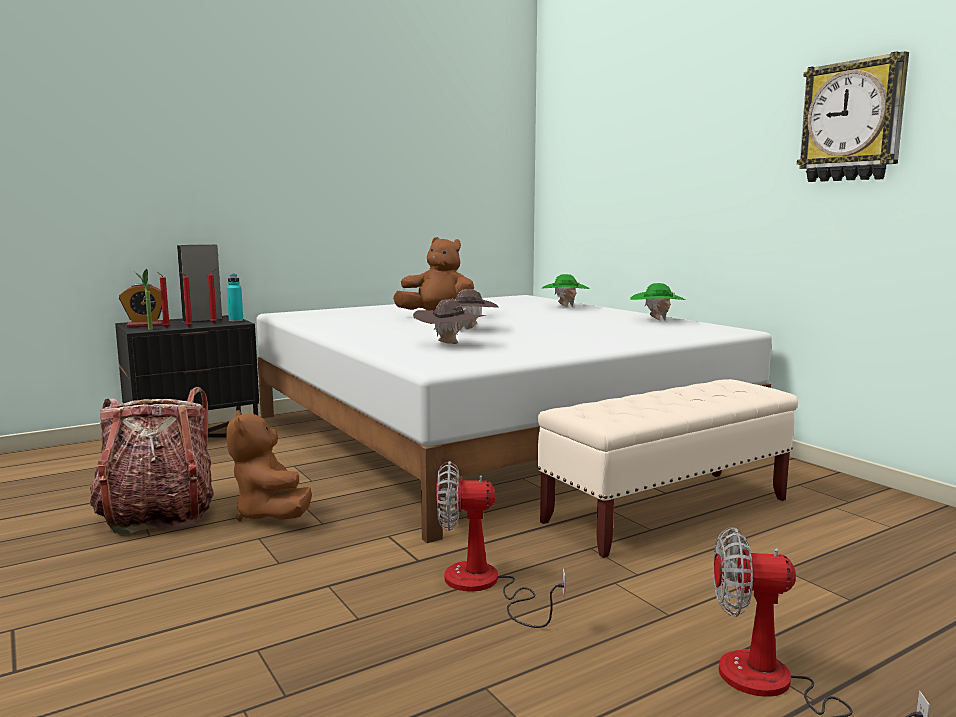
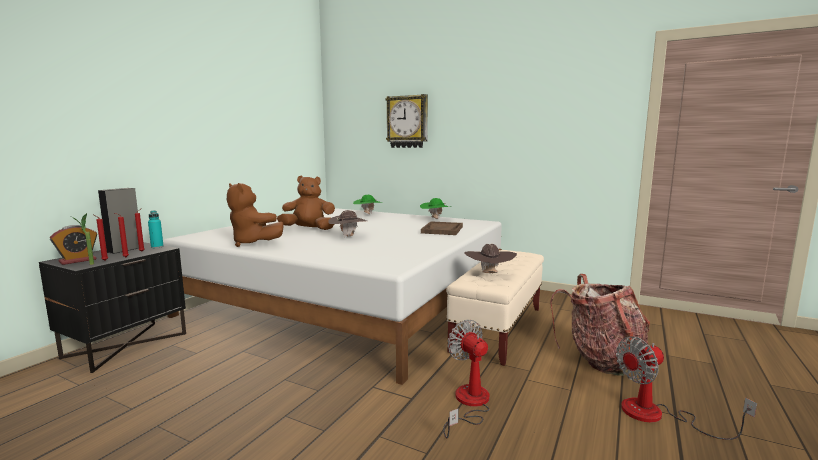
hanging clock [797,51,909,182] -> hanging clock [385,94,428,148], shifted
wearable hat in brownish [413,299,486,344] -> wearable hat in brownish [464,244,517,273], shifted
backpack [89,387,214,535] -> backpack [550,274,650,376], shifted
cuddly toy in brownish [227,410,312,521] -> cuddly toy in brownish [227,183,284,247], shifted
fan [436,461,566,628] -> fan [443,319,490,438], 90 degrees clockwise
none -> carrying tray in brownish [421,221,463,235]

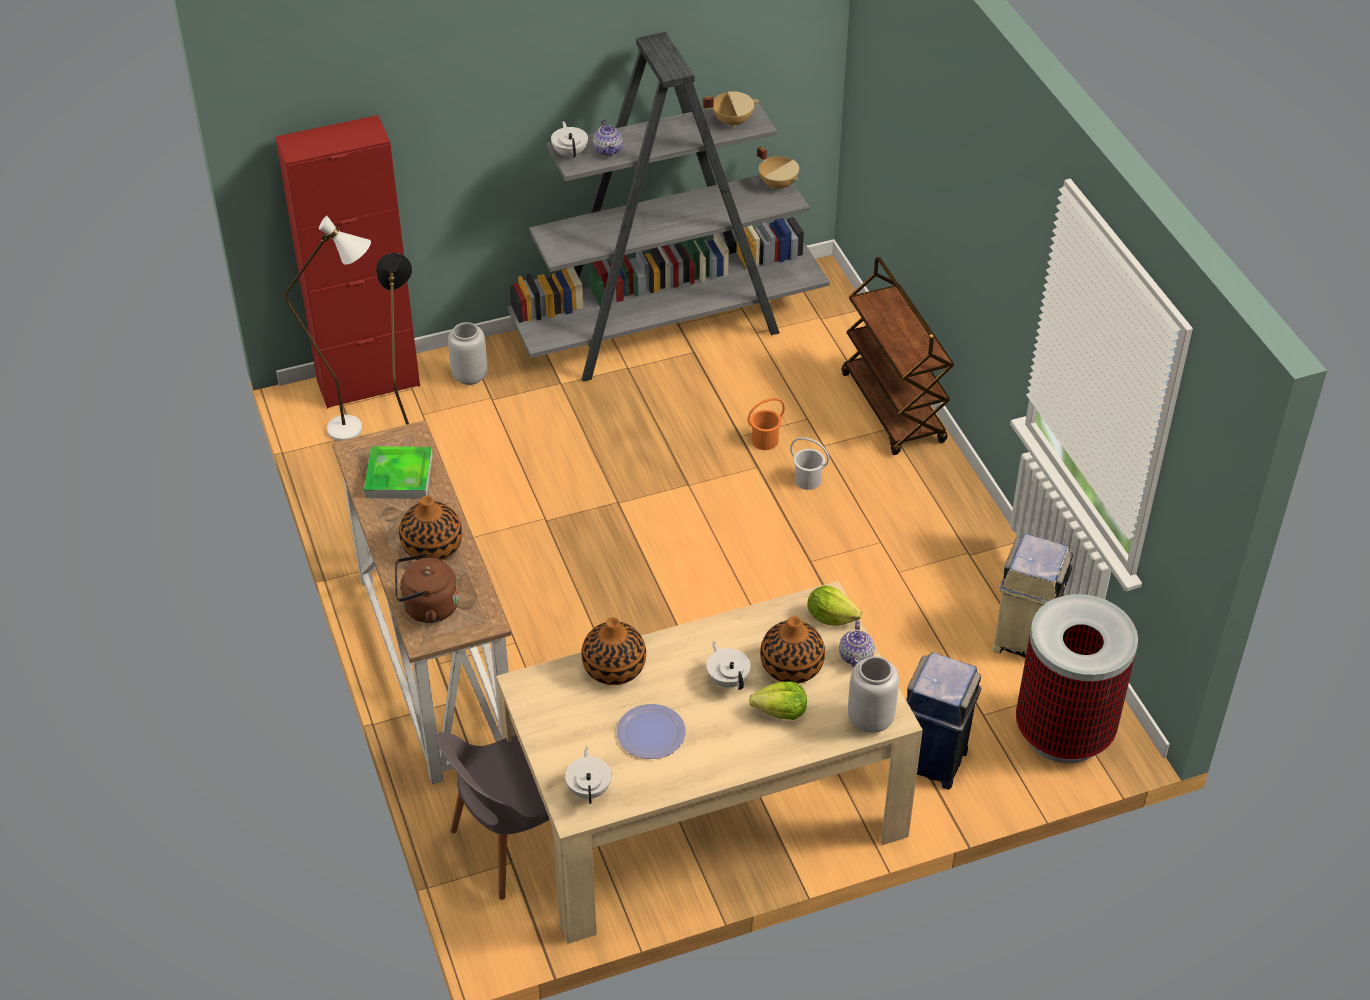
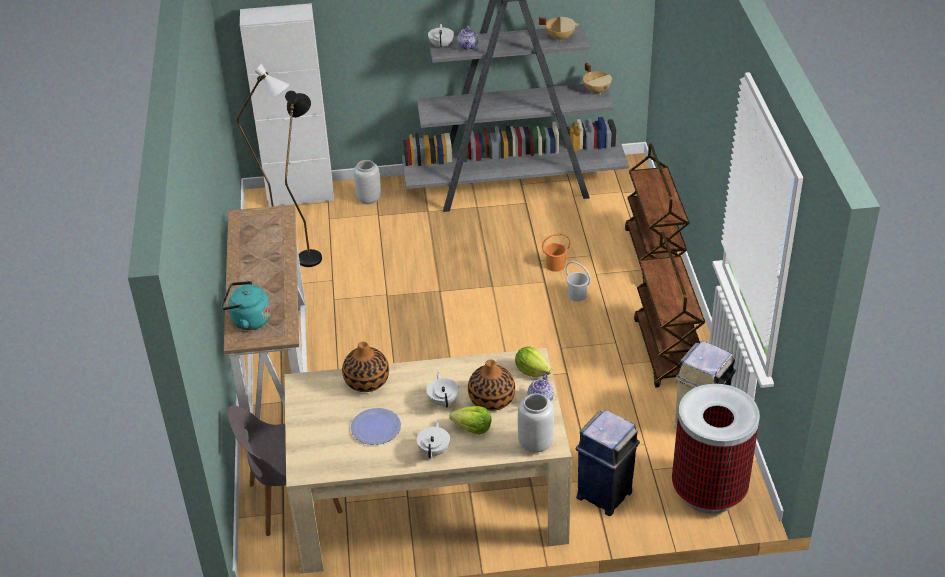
storage cabinet in red-coloured [275,115,420,409] -> storage cabinet in whitish [240,3,334,207]
carrying tray [364,446,433,499] -> none
flower vase [399,496,462,560] -> none
tea kettle in brownish [395,553,459,623] -> tea kettle in blue-green [221,281,271,330]
pot for tea in whitish [565,746,612,804] -> pot for tea in whitish [417,420,450,459], shifted
none -> wheeled cart in brownish [634,232,705,388]

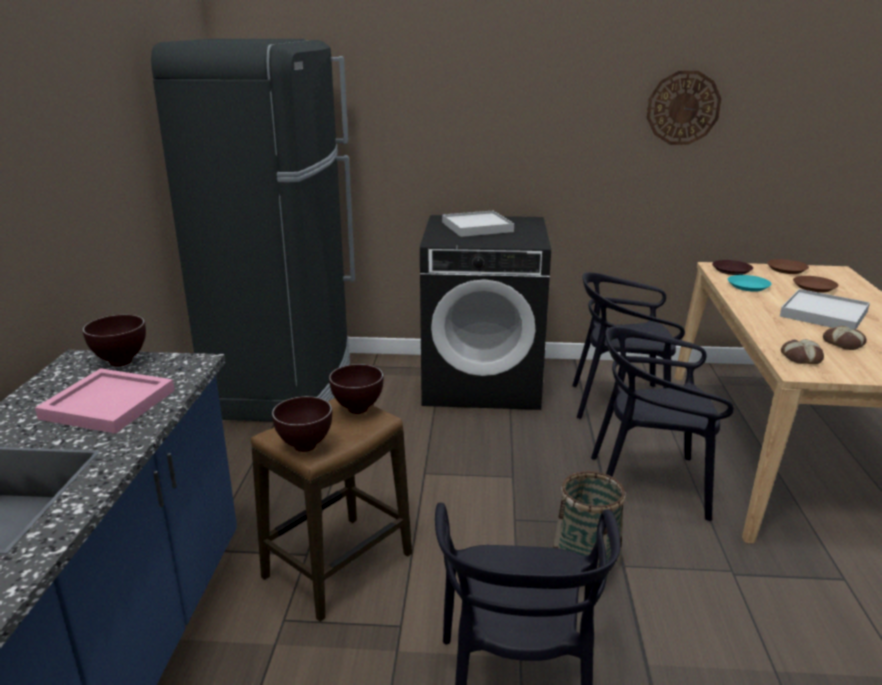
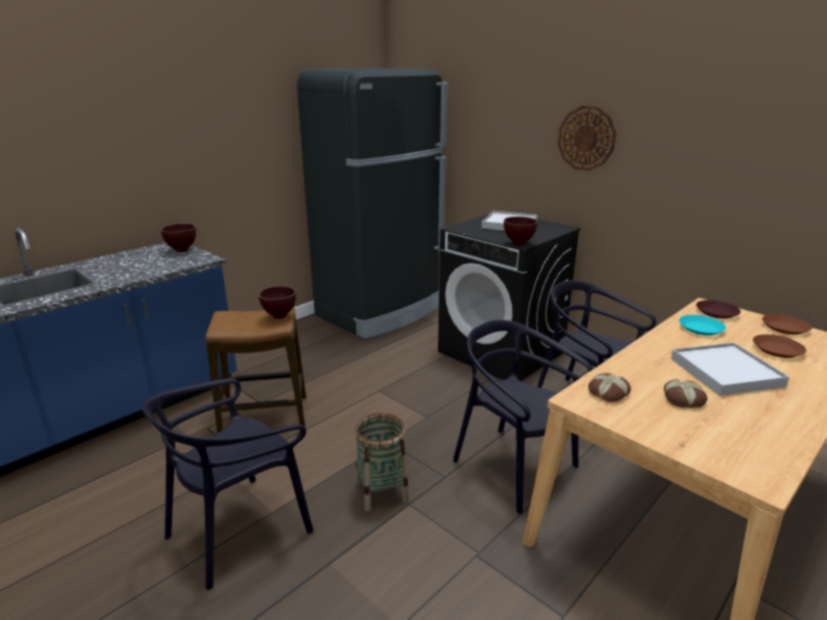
hanging clock [647,71,721,145] -> hanging clock [558,106,616,171], shifted
carrying tray in pink [35,368,175,434] -> none
deep dish in brownish [272,396,332,452] -> deep dish in brownish [504,216,538,245], shifted

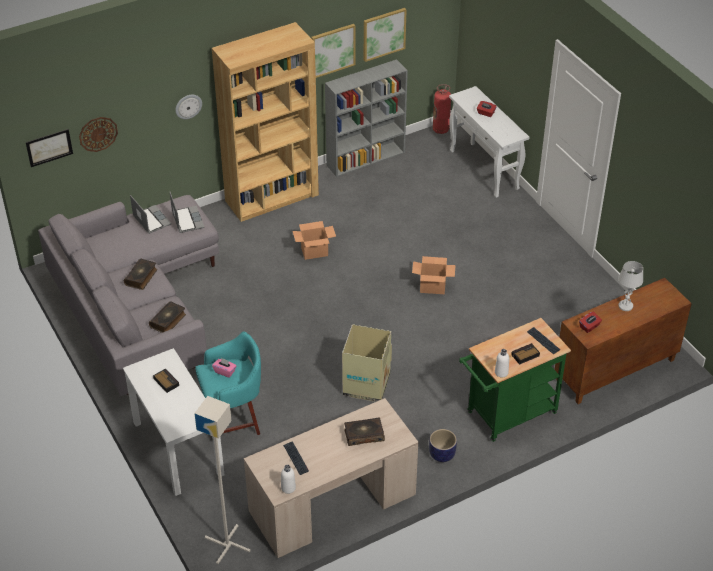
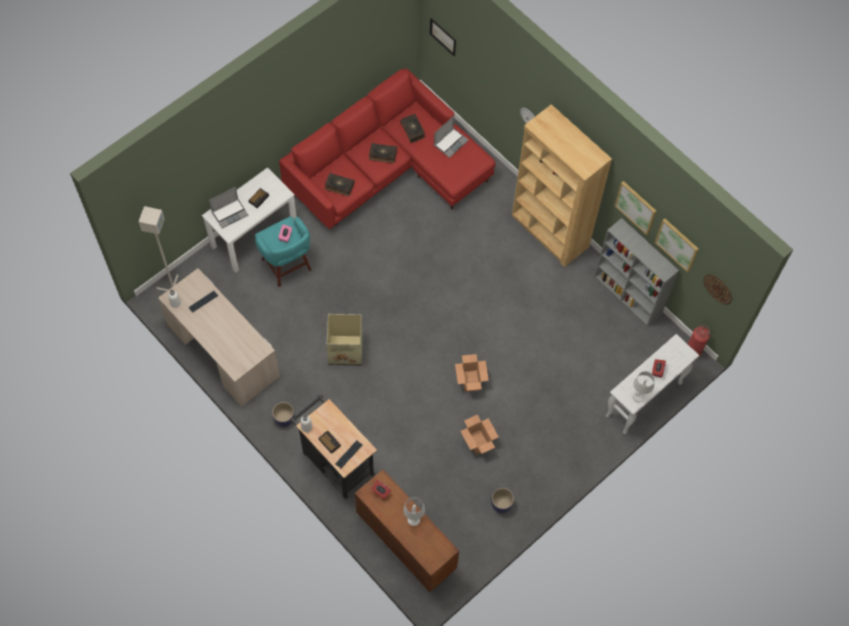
hanging clock [79,117,118,152] -> hanging clock [703,274,732,305], shifted
laptop [170,192,205,233] -> laptop [209,187,248,228], shifted
sofa in gray [38,195,219,396] -> sofa in red-coloured [279,68,495,229]
cardboard box [292,221,336,260] -> cardboard box [461,415,499,455], shifted
wheeled cart in greenish [459,318,571,442] -> wheeled cart in black [290,395,377,499]
bound book [344,417,385,446] -> bound book [400,114,425,143], shifted
none -> lamp for a table in whitish [633,371,654,402]
none -> flower pot [491,488,514,513]

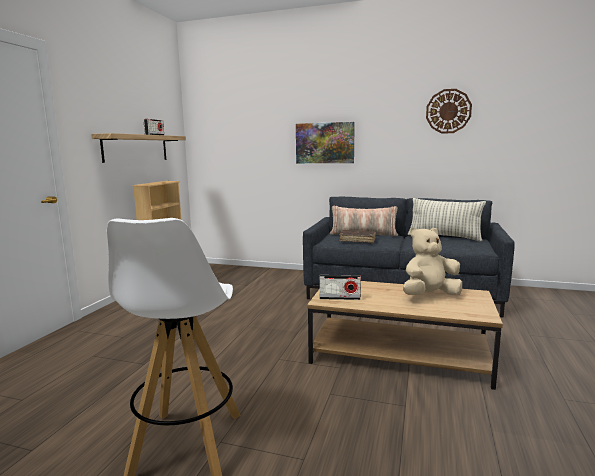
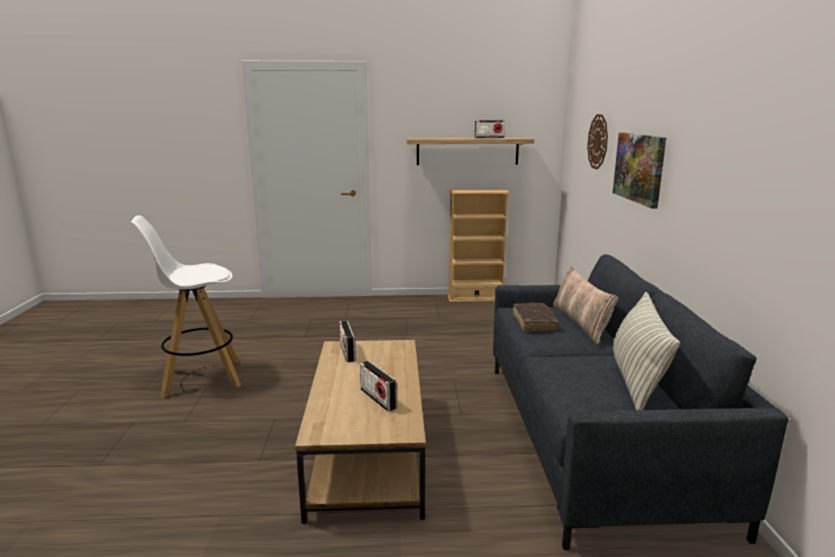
hanging clock [426,89,472,134] -> hanging clock [587,114,608,169], shifted
cuddly toy in sand-coloured [403,227,462,295] -> radio receiver [360,361,397,411]

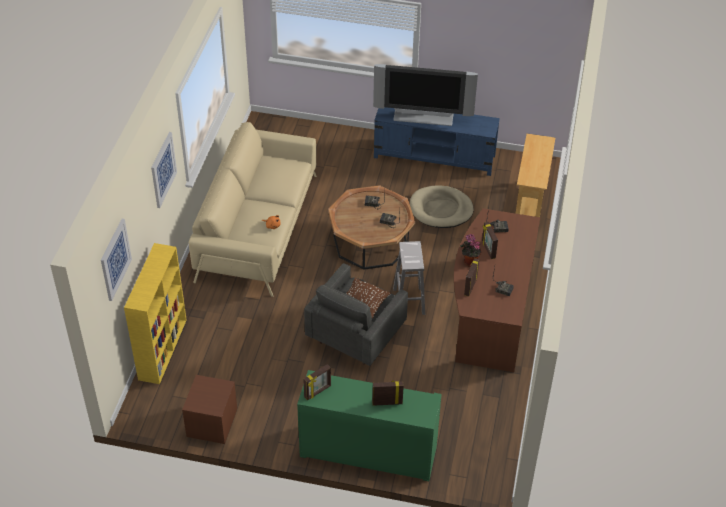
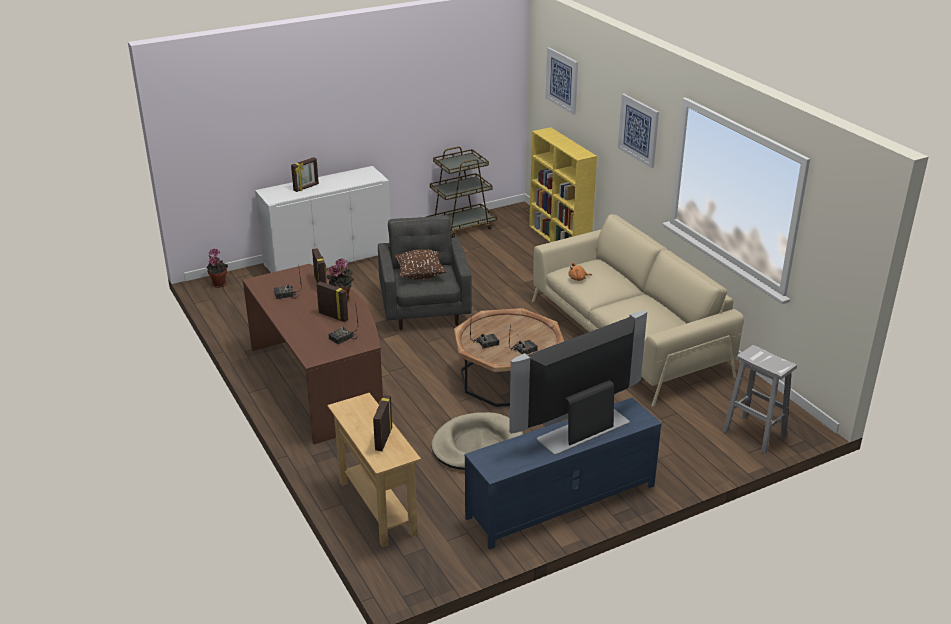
sitting stool in whitish [393,241,425,315] -> sitting stool in whitish [723,345,797,454], shifted
photo frame [303,364,331,400] -> photo frame [373,395,392,451], shifted
storage cabinet in greenish [297,370,442,481] -> storage cabinet in whitish [255,166,391,273]
bedside table in brownish [182,375,237,444] -> wheeled cart in brownish [425,147,497,238]
none -> potted plant [206,248,228,288]

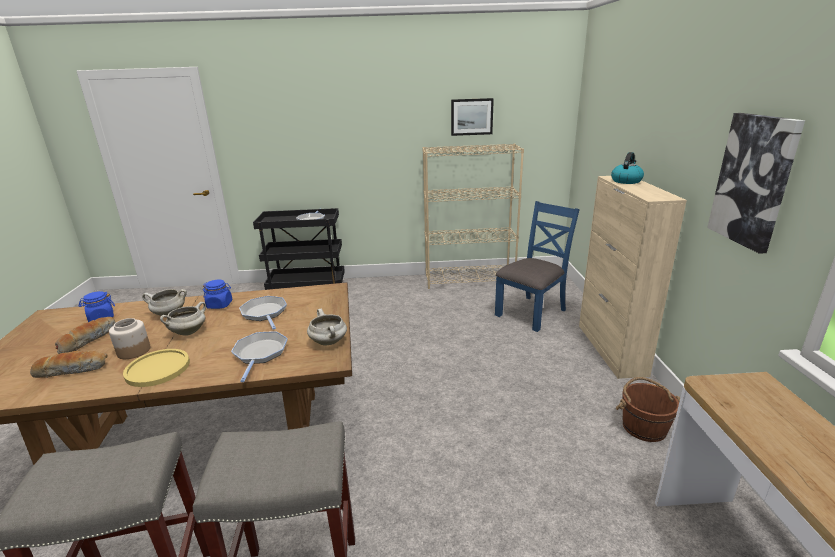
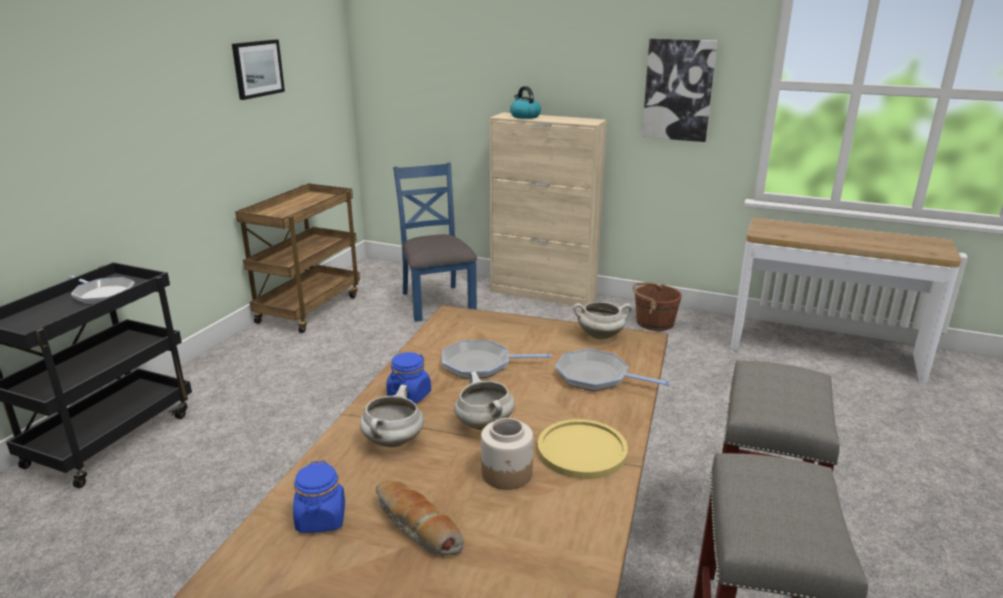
bookcase in sand-coloured [423,143,524,289] -> wheeled cart in brownish [235,183,360,333]
bread [30,351,108,378] -> none

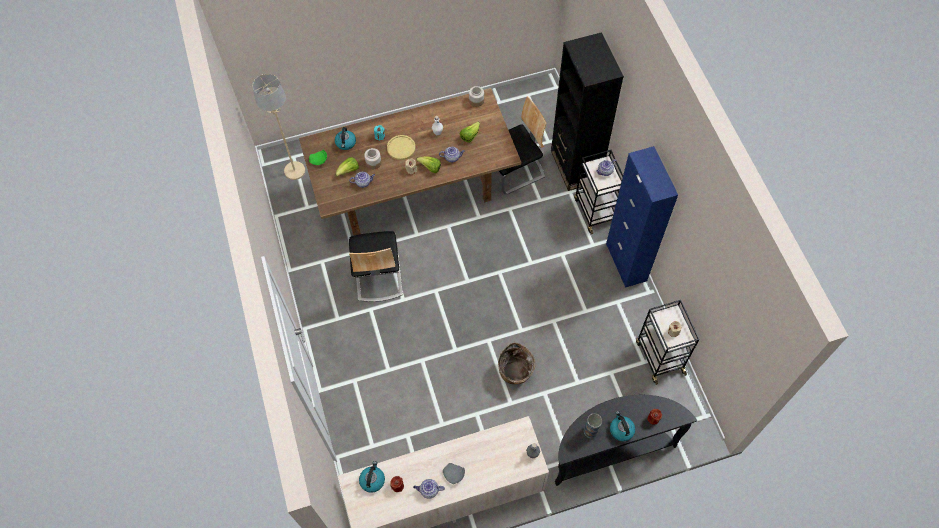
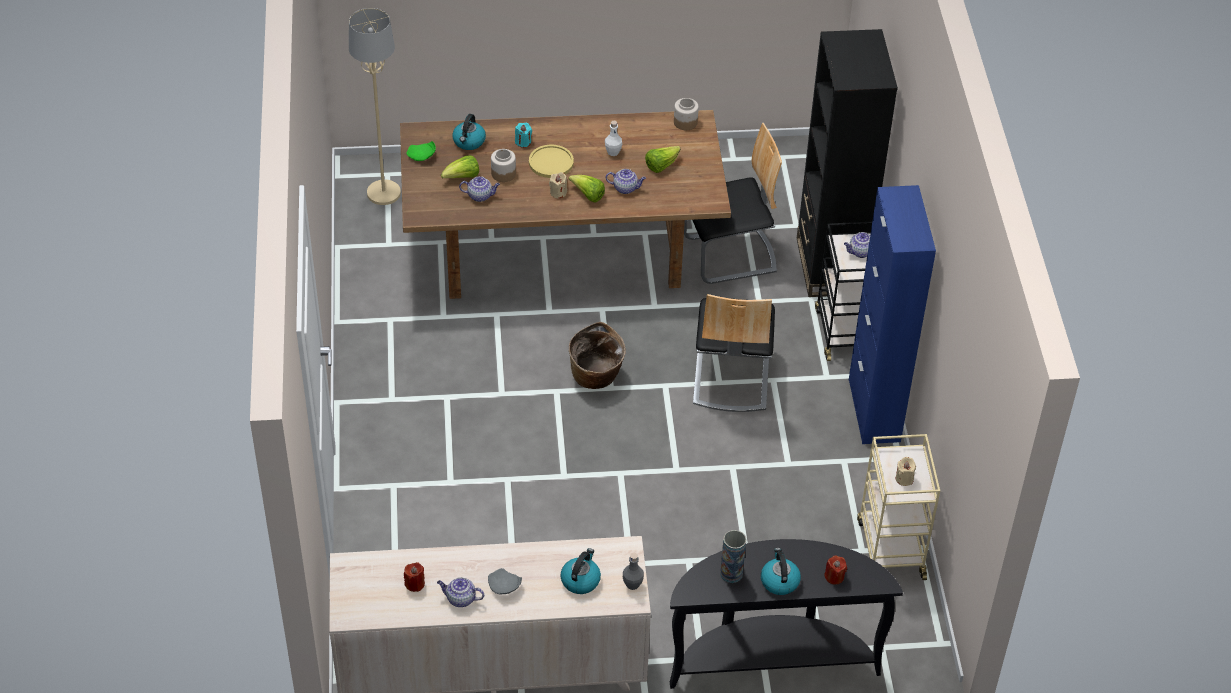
chair [349,231,403,302] -> chair [693,294,775,412], shifted
wheeled cart in black [636,300,700,385] -> wheeled cart in sand-coloured [857,434,940,580]
storage basket [498,343,535,384] -> storage basket [569,322,626,389], shifted
tea kettle [359,461,385,493] -> tea kettle [560,548,601,594], shifted

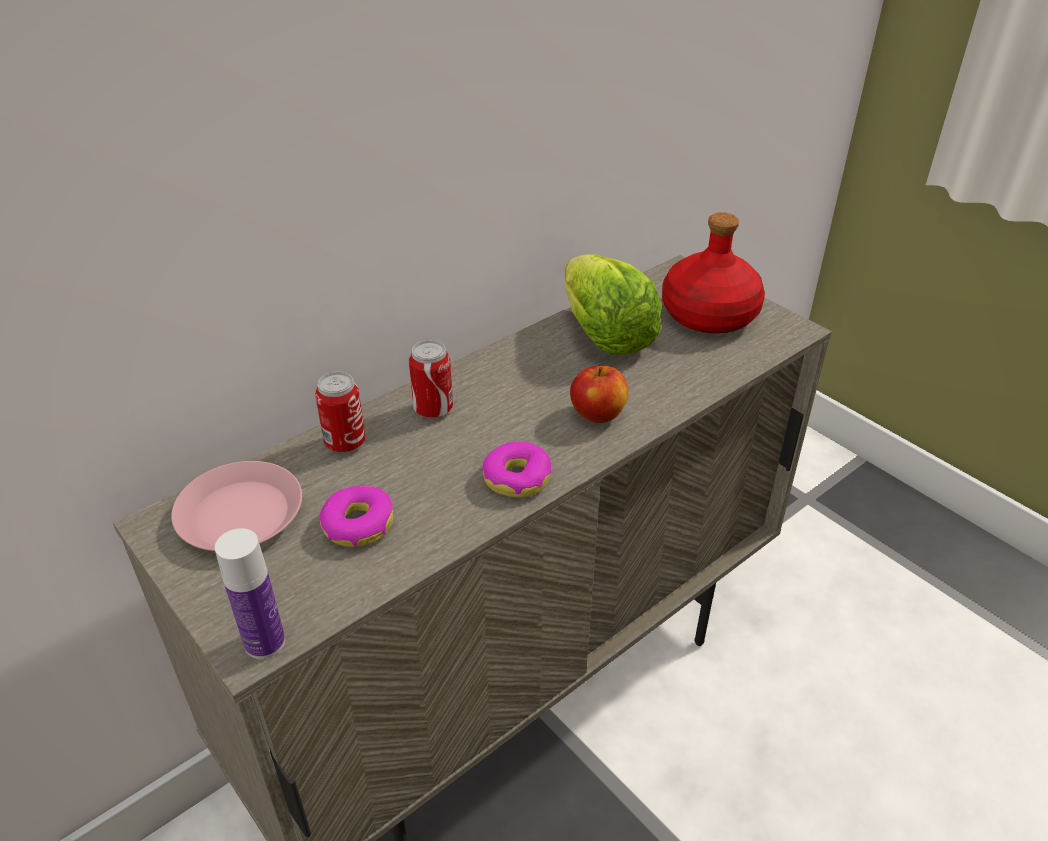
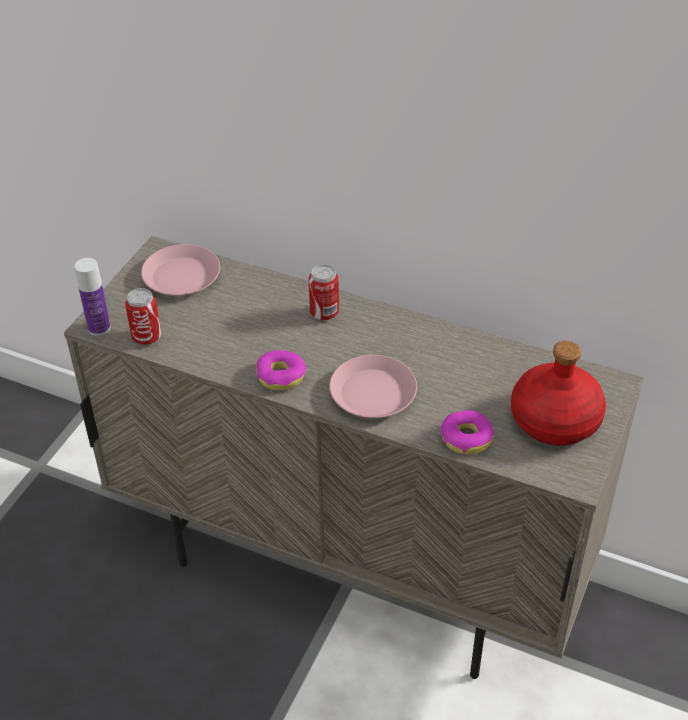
head of lettuce [564,254,662,355] -> none
whole apple [570,366,628,423] -> flat dish in pink [329,355,417,418]
sealed can [315,371,366,453] -> sealed can [125,288,161,345], shifted
donut [320,485,393,547] -> donut [440,410,494,454], shifted

